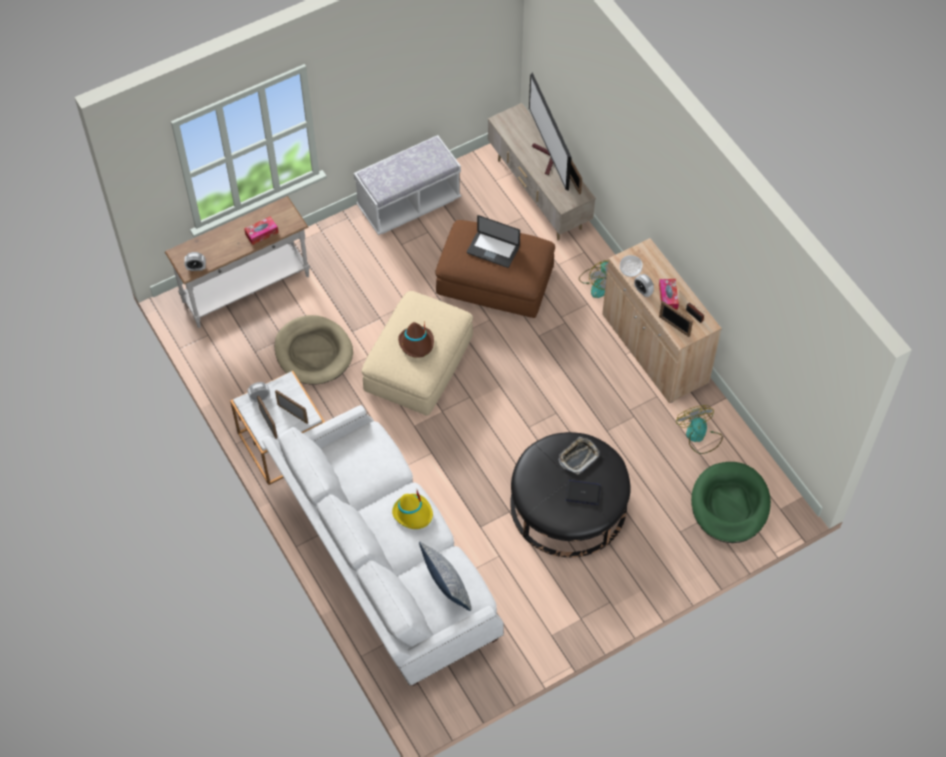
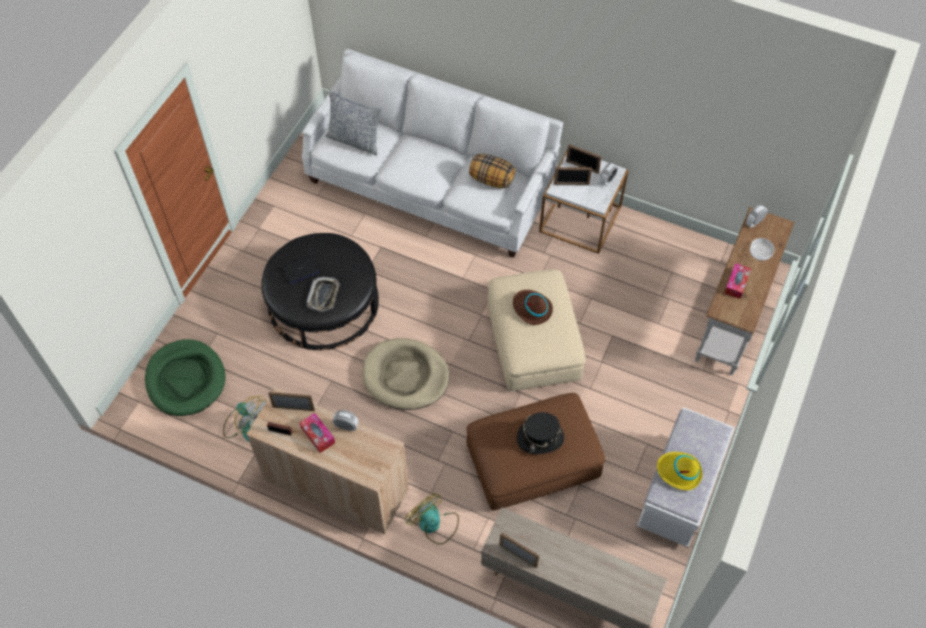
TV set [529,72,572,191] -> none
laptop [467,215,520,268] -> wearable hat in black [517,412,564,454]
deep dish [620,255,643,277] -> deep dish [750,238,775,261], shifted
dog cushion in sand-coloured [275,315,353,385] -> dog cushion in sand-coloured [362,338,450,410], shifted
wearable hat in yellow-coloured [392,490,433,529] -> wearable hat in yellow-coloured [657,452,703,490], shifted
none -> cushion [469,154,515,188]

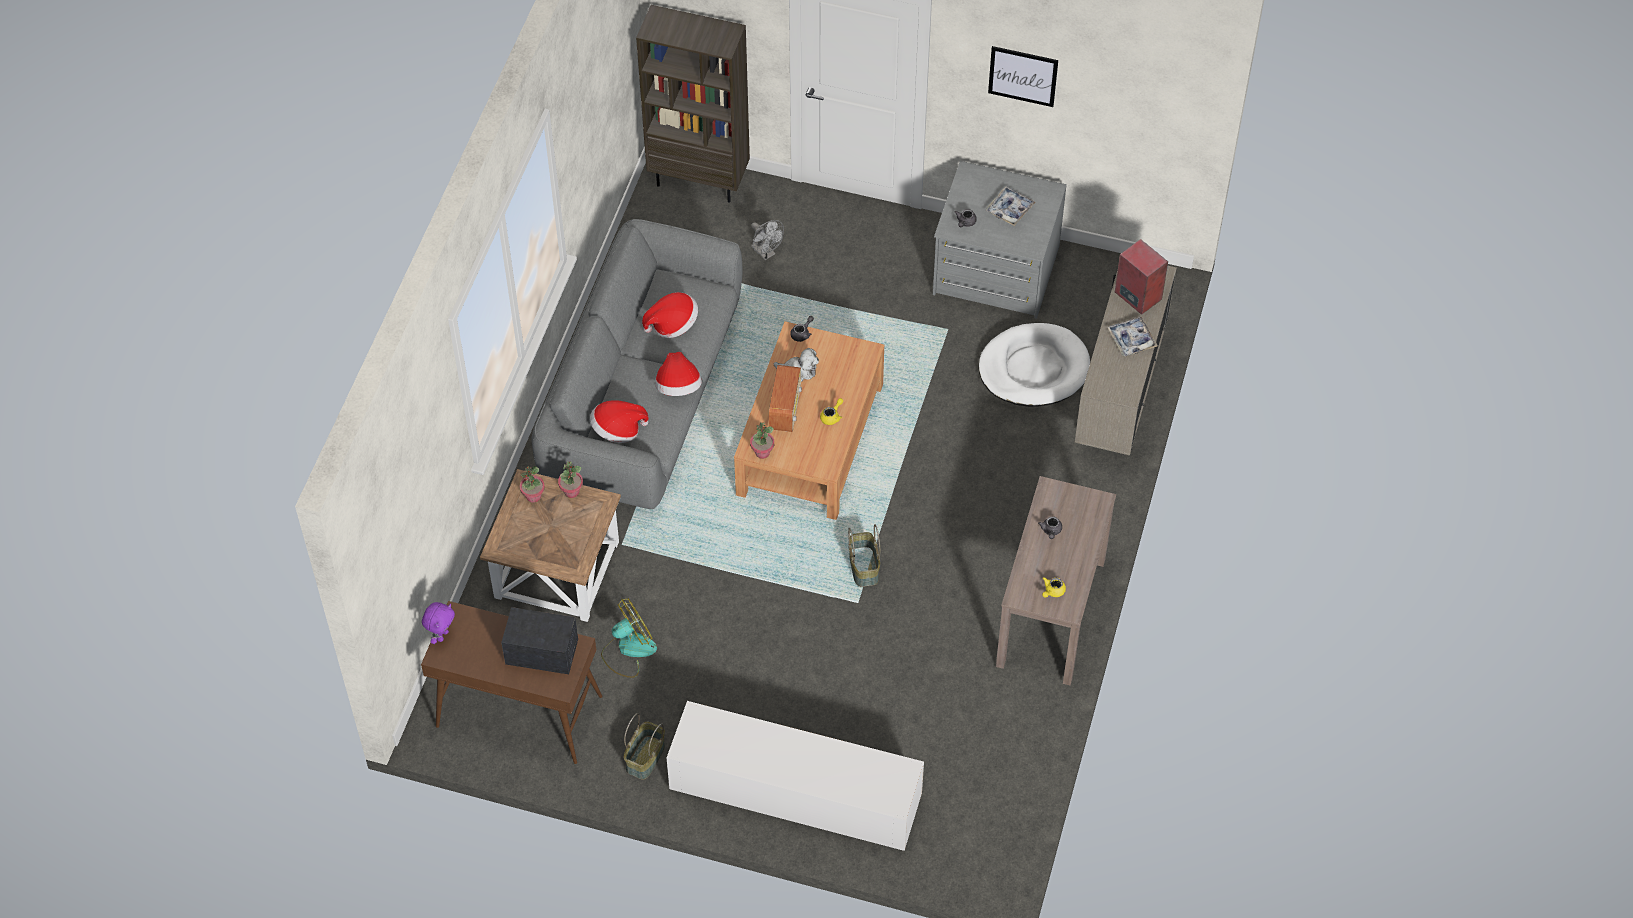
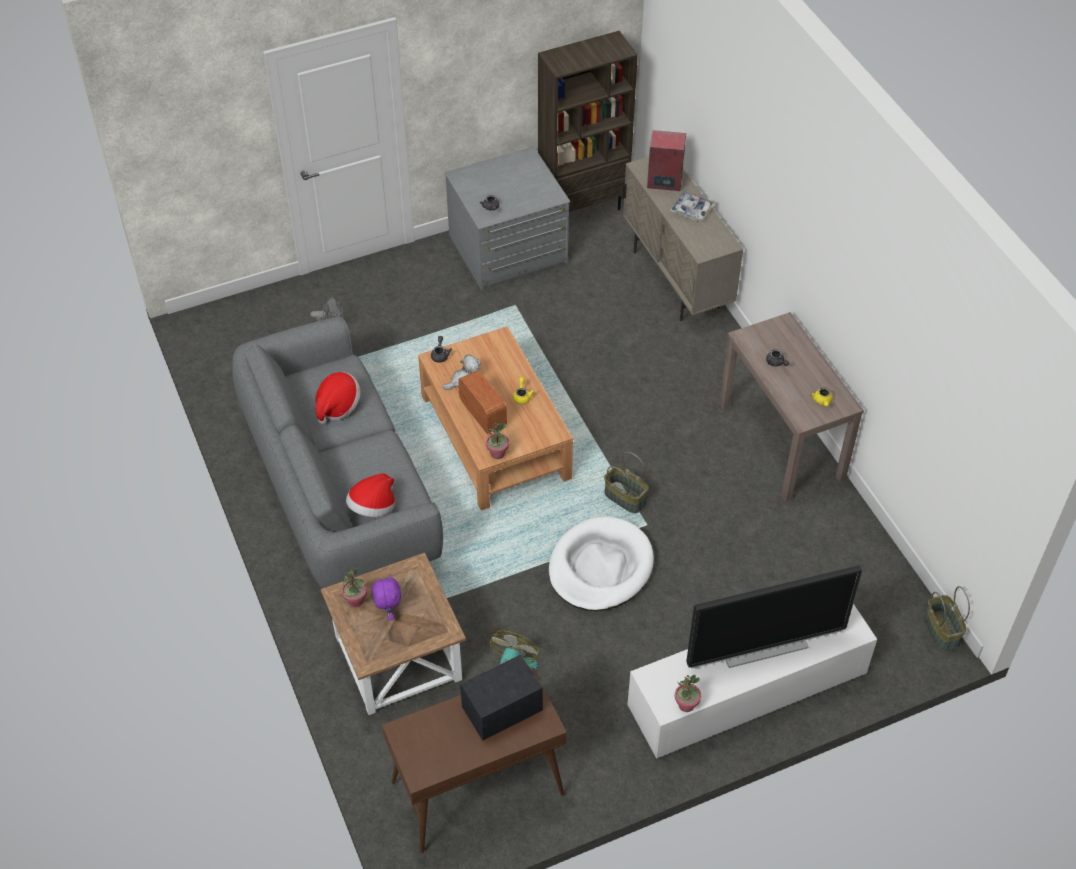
bookcase in brownish [636,5,750,202] -> bookcase in brownish [538,31,638,212], shifted
wall art [988,46,1058,107] -> none
carrying tray [985,186,1036,226] -> none
dog cushion in whitish [979,323,1090,407] -> dog cushion in whitish [549,516,654,611], shifted
wearable hat [655,352,702,396] -> none
potted plant [558,462,583,498] -> potted plant [675,675,701,712], shifted
cuddly toy in purplish [422,602,455,644] -> cuddly toy in purplish [372,575,401,621], shifted
storage basket [624,713,665,780] -> storage basket [924,586,970,650], shifted
none -> TV set [686,565,862,668]

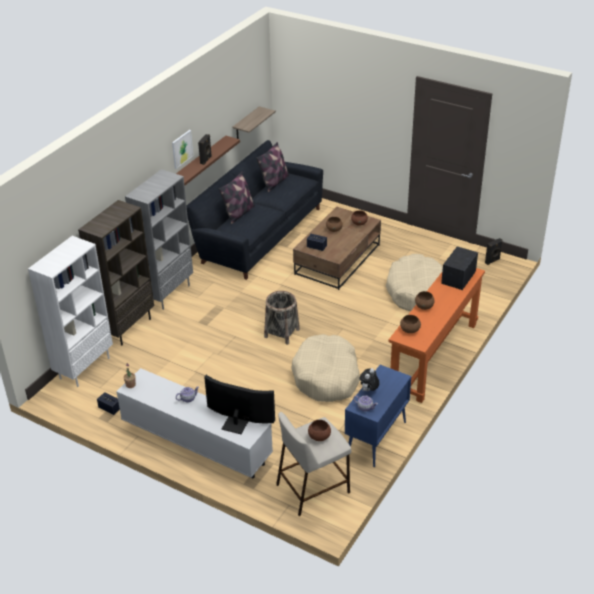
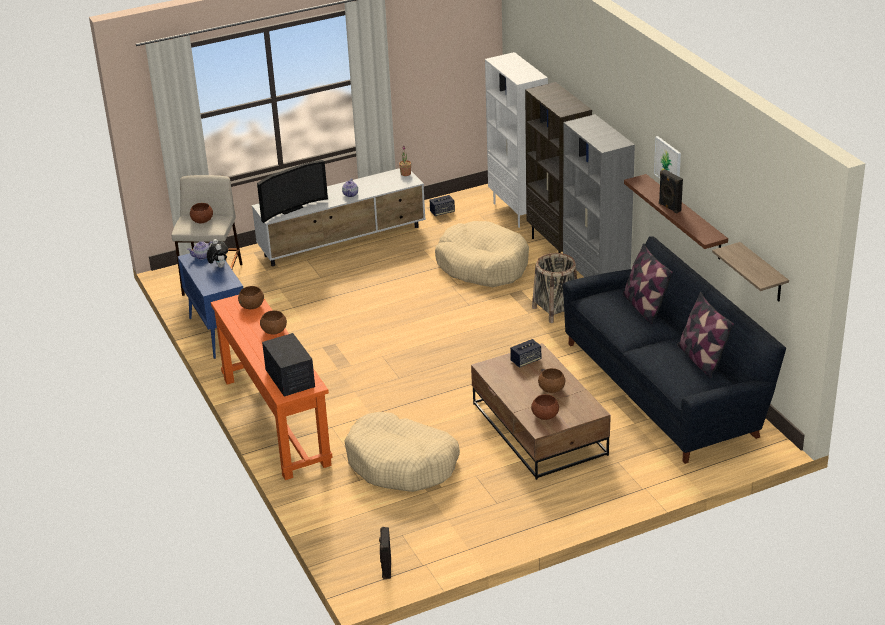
storage basket [264,291,300,345] -> storage basket [532,253,577,323], shifted
dog cushion in sand-coloured [291,334,360,402] -> dog cushion in sand-coloured [435,221,529,287], shifted

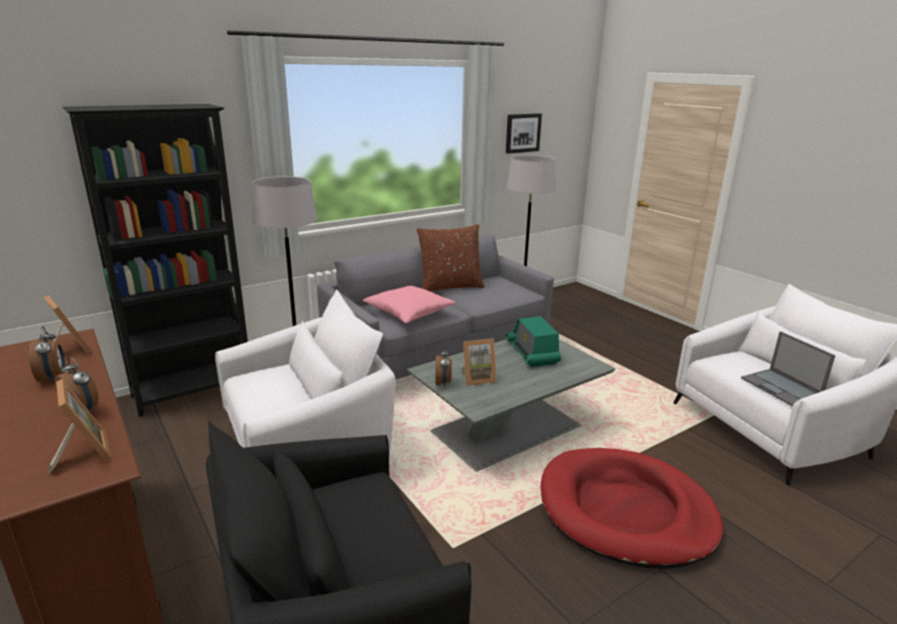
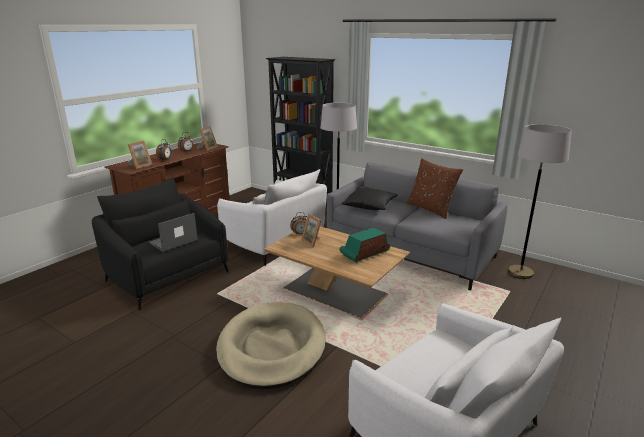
wall art [506,113,542,154] -> none
cushion in pink [363,286,455,323] -> cushion in black [342,187,398,210]
laptop [741,331,835,406] -> laptop [149,213,198,252], shifted
lounge table in gray [407,339,615,472] -> lounge table in brownish [264,226,410,320]
dog cushion in red-coloured [541,448,723,569] -> dog cushion in sand-coloured [216,302,326,389]

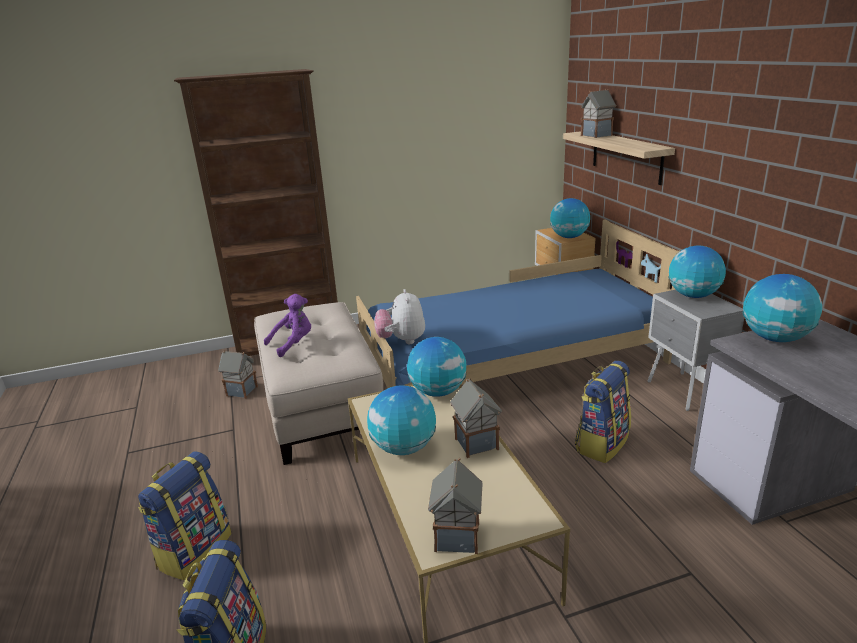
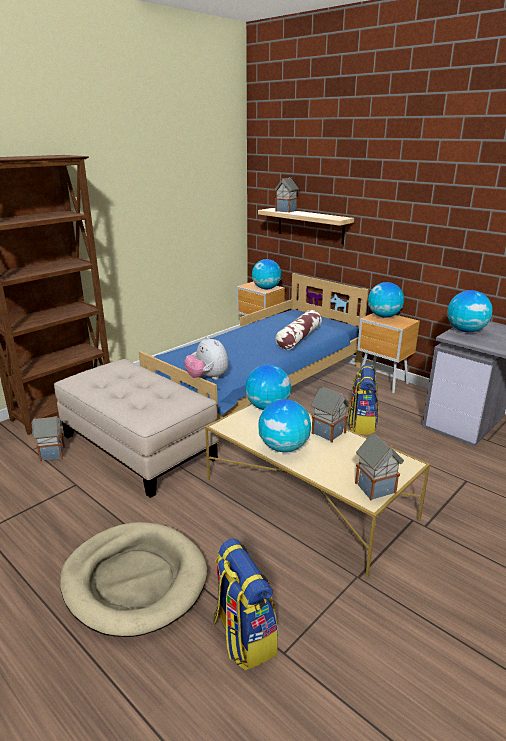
bedside table in gray [648,290,744,411] -> bedside table in brownish [357,313,420,394]
cuddly toy in purplish [264,294,311,357] -> none
backpack [138,451,232,580] -> dog cushion in sand-coloured [60,522,207,637]
none -> cushion [276,310,322,350]

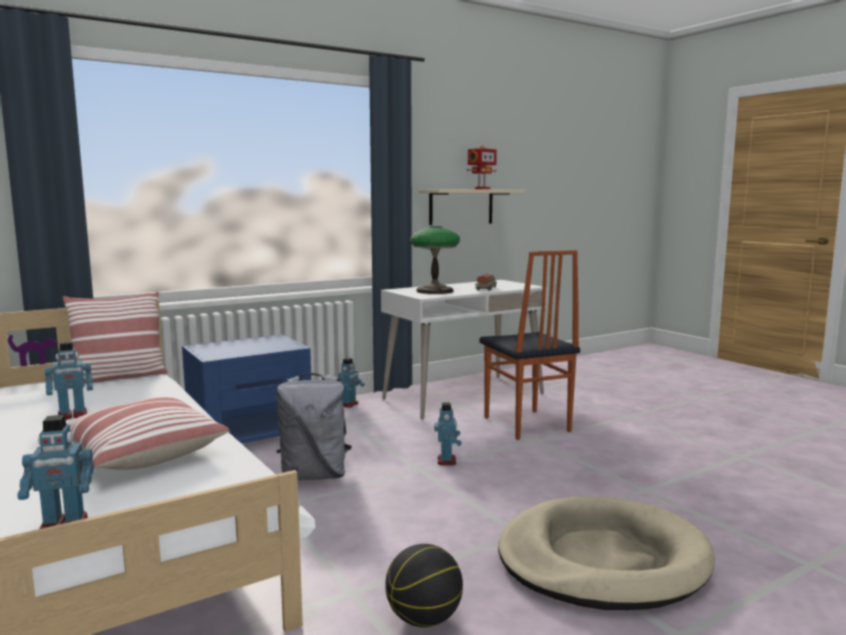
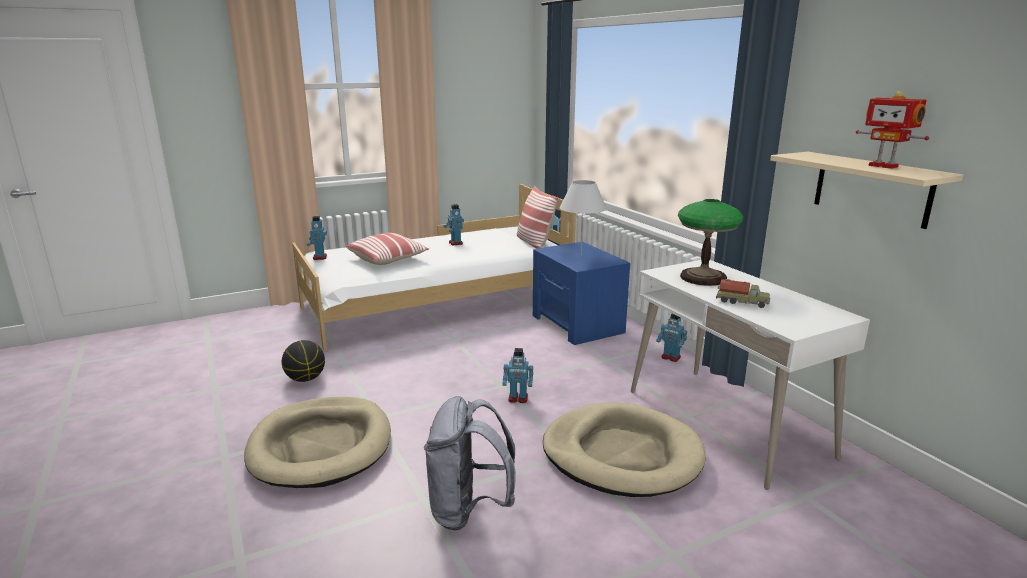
chair [479,250,580,440] -> dog cushion in sand-coloured [543,403,706,497]
backpack in gray [276,373,352,480] -> backpack in gray [424,396,515,531], shifted
none -> lamp for a table in whitish [560,180,607,255]

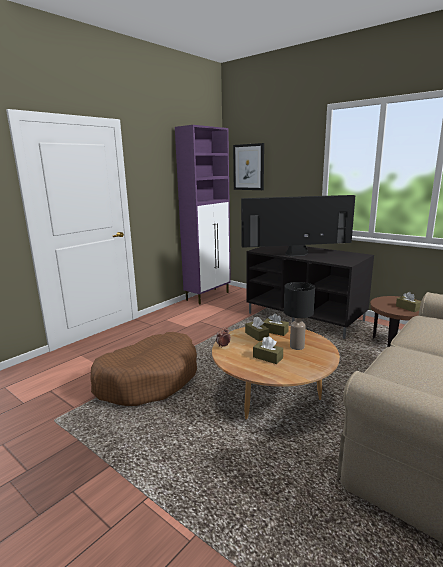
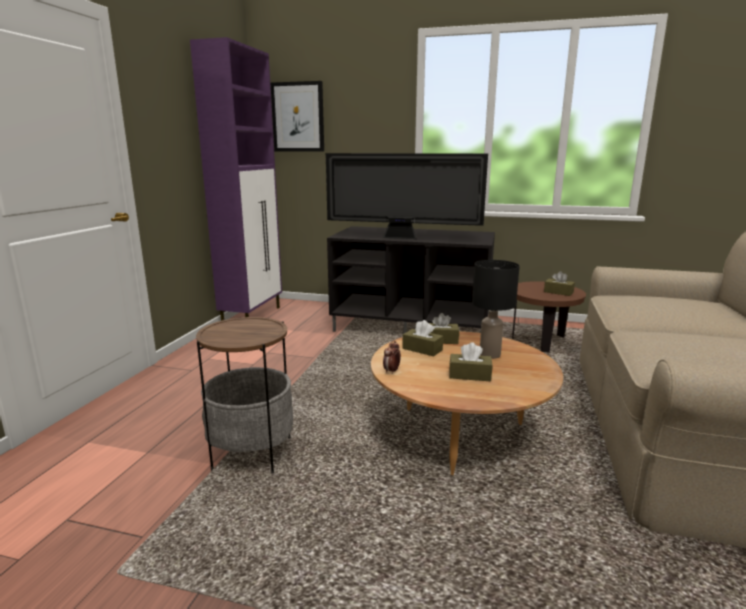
TV set [241,195,355,257] -> TV set [326,153,488,239], 135 degrees counterclockwise
dog cushion in brownish [90,332,197,406] -> end table [196,317,293,474]

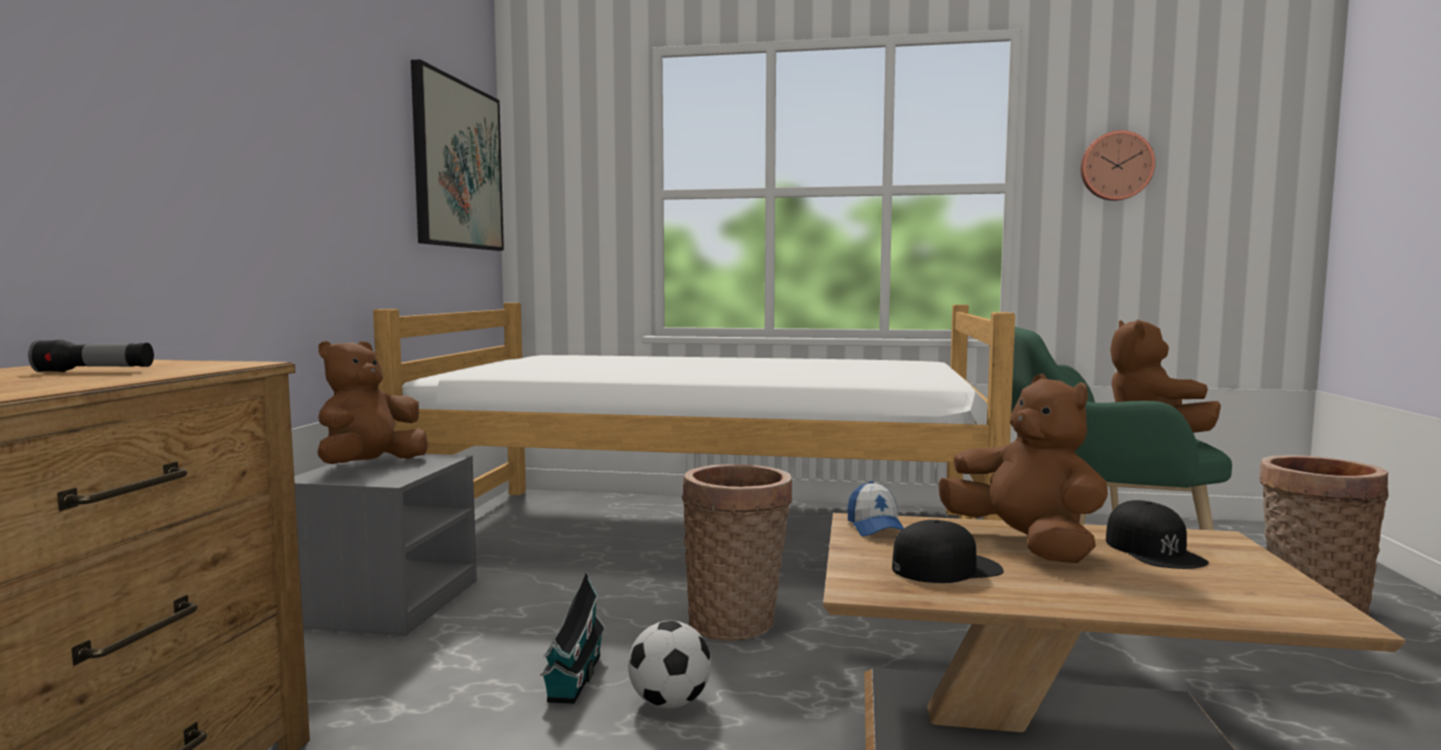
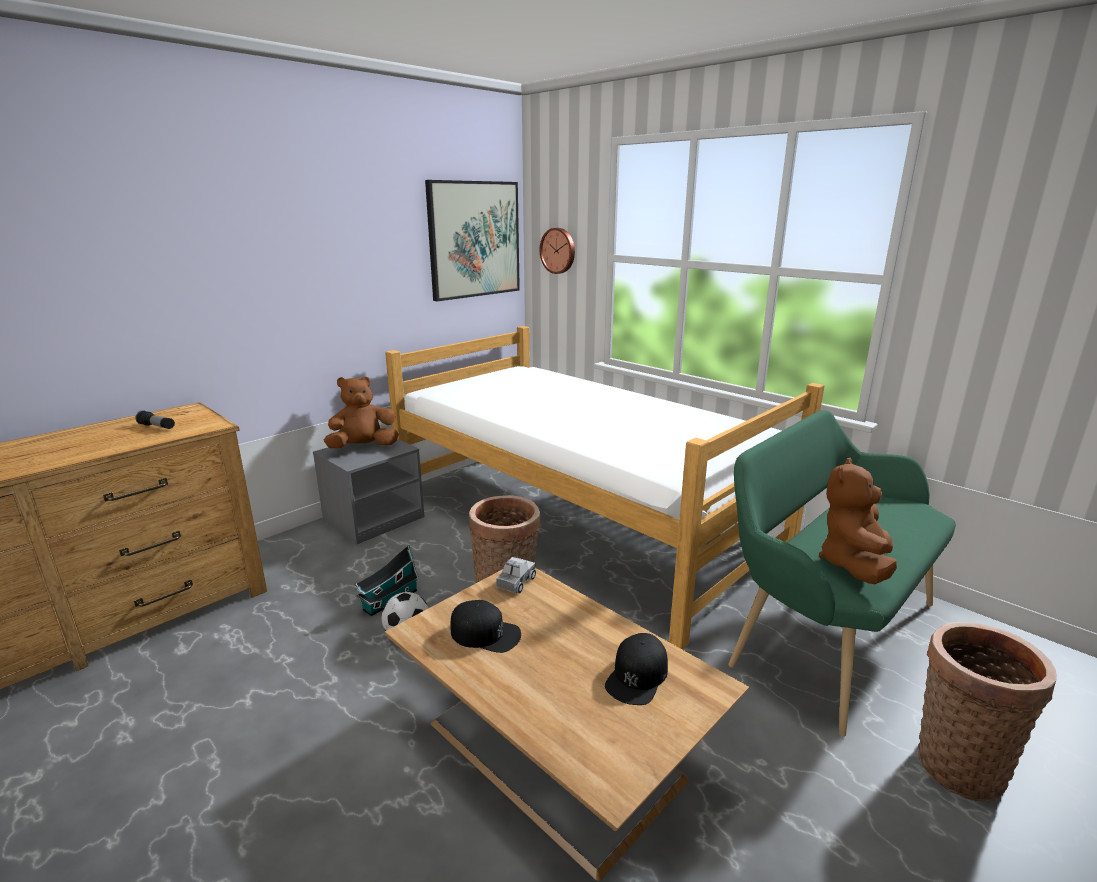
hanging clock [1080,130,1155,201] -> hanging clock [540,228,575,274], shifted
cuddly toy in brownish [939,374,1108,563] -> none
peaked cap [848,481,904,536] -> model truck [496,557,536,594]

